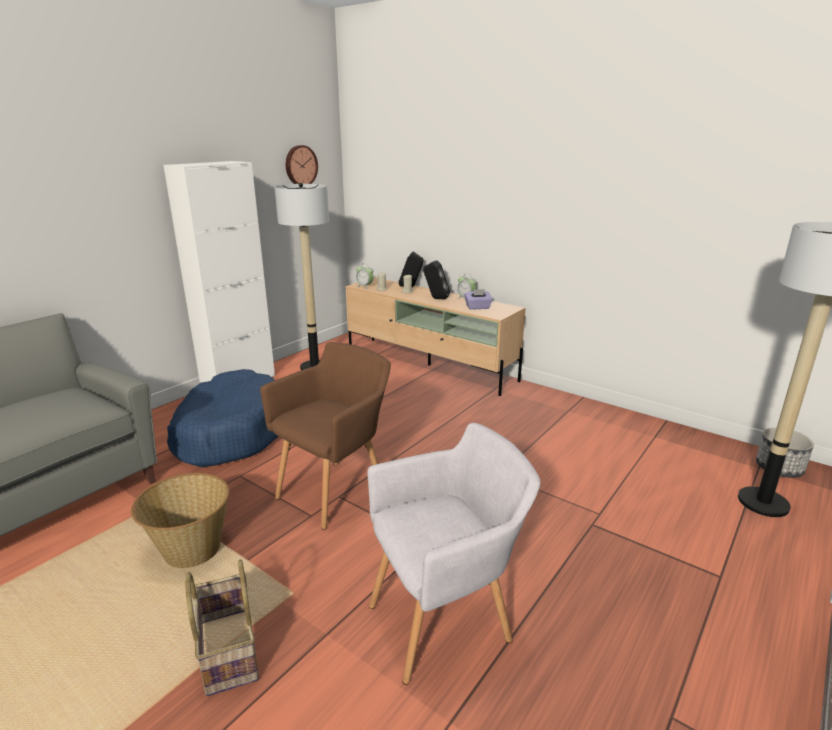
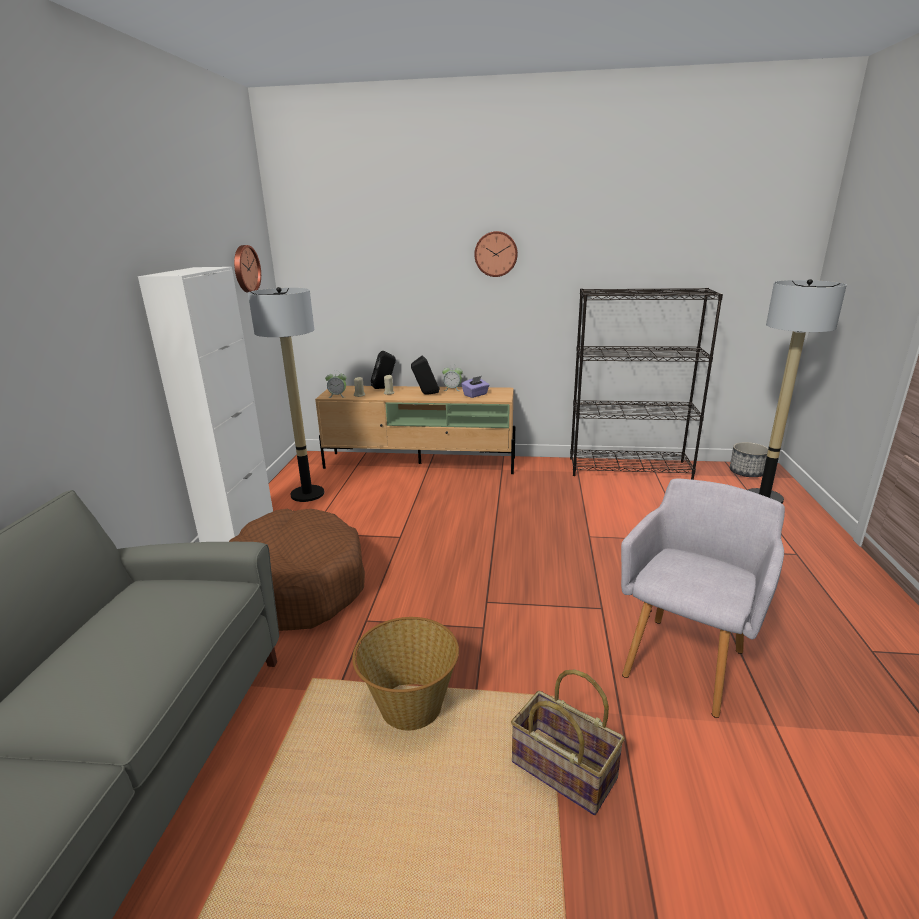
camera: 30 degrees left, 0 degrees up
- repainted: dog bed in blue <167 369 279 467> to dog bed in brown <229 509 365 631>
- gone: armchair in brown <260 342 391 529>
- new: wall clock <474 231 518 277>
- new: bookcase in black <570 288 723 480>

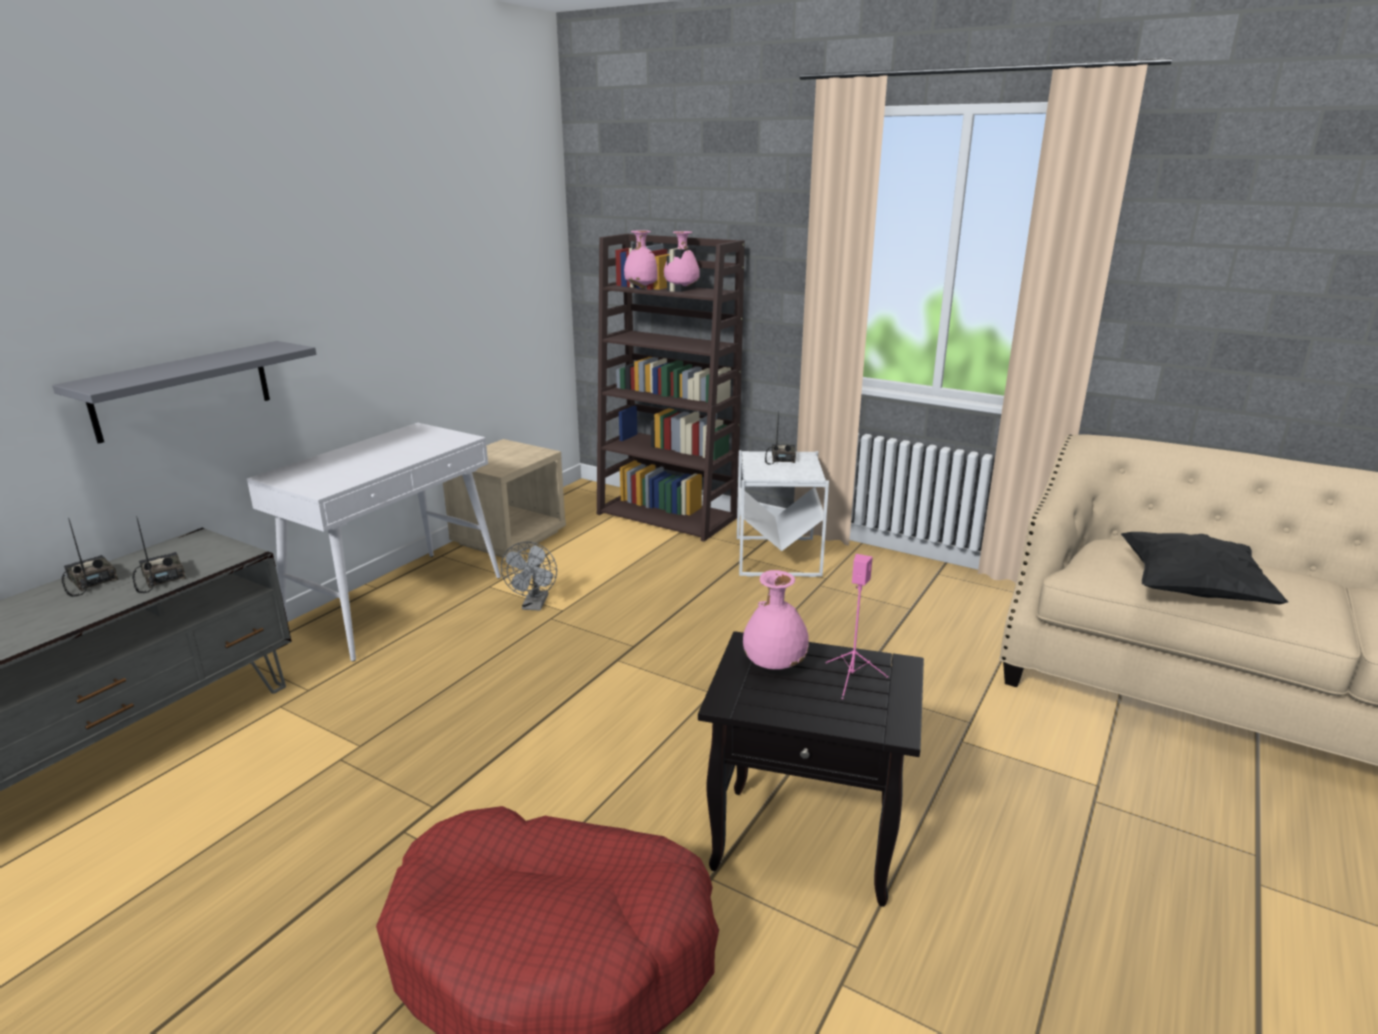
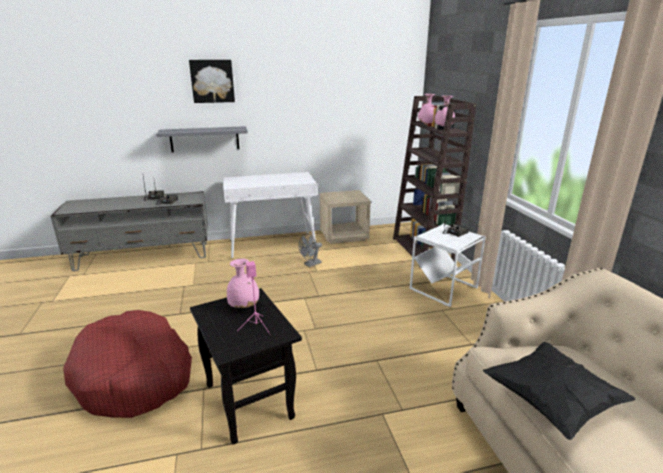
camera: 45 degrees right, 0 degrees up
- new: picture <189 60 235 103>

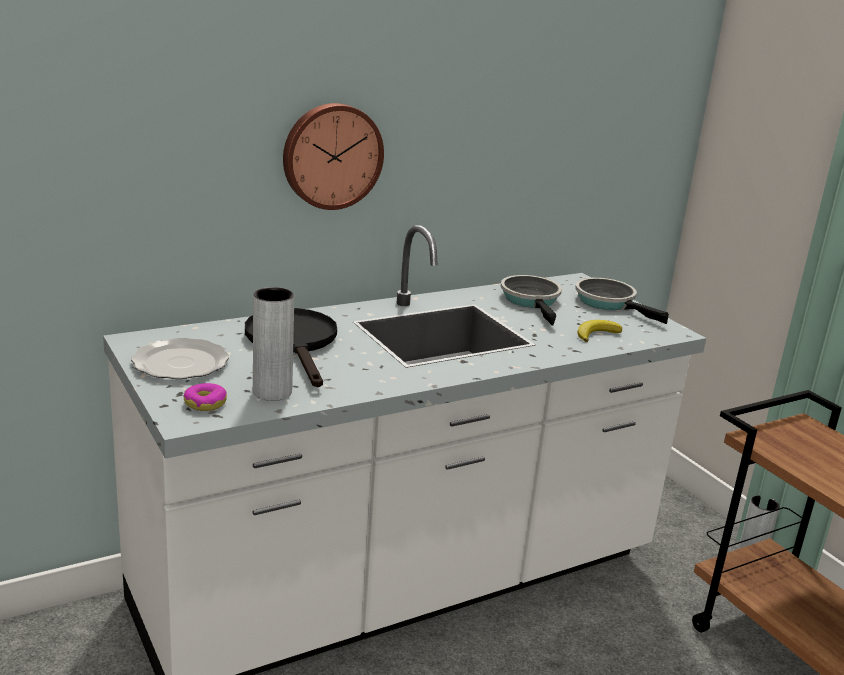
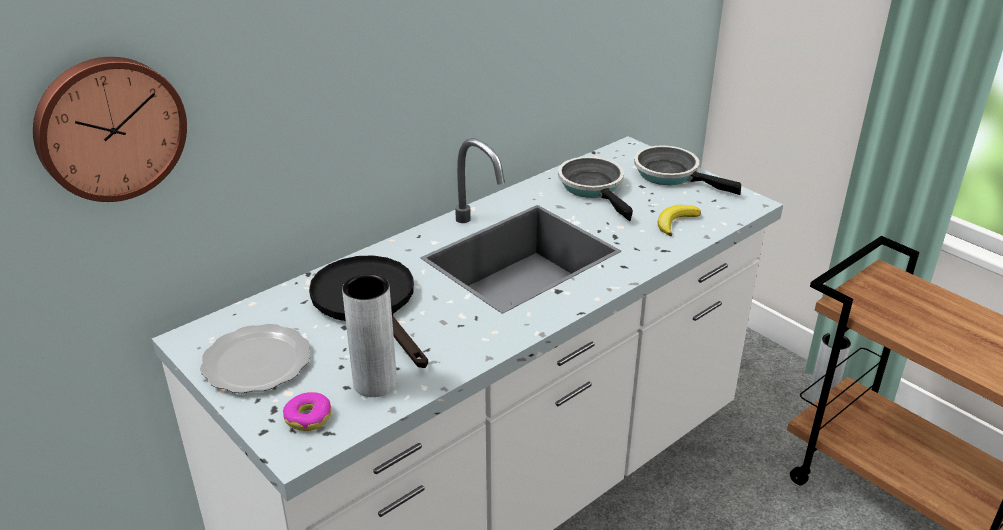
camera: 10 degrees left, 10 degrees up
- shifted: wall clock <283 103 384 210> to <33 57 187 202>

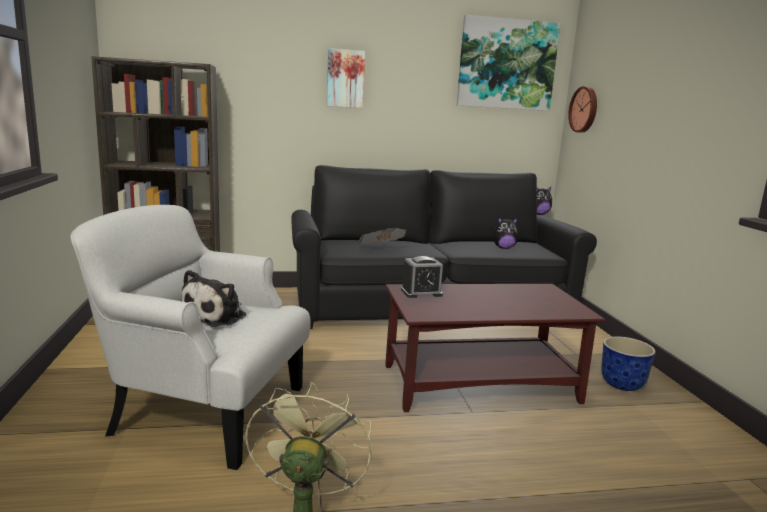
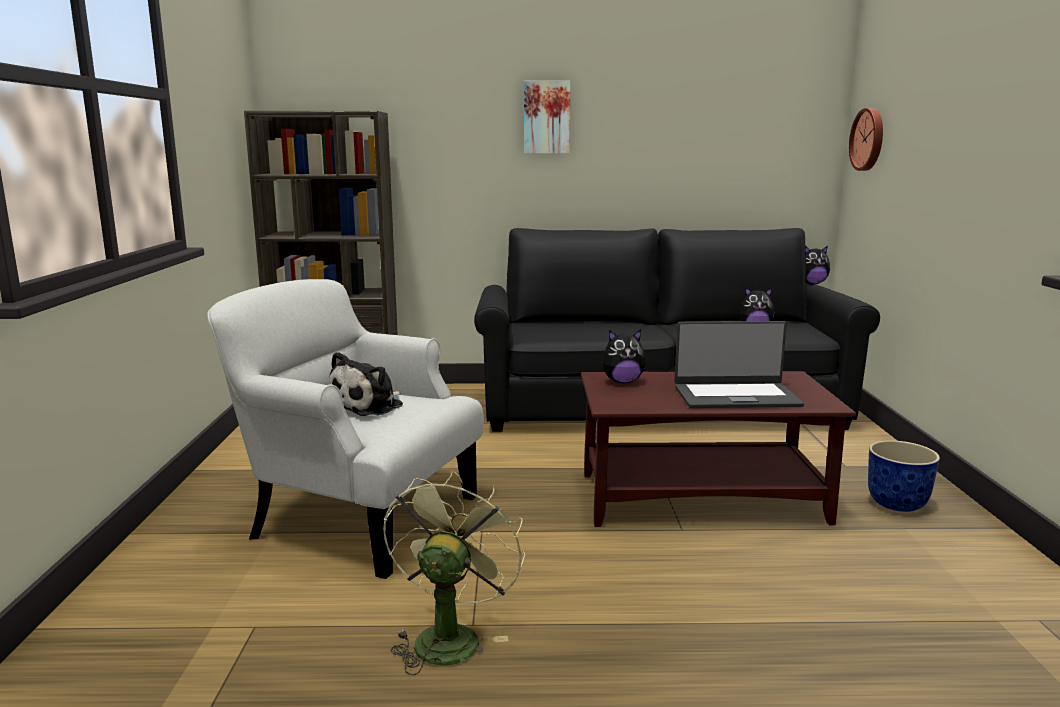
camera: 10 degrees right, 0 degrees up
- gone: newspaper <358 228 406 245>
- swapped: alarm clock <401 256 443 298> to plush toy <603 330 645 383>
- gone: picture <457 15 561 111>
- new: laptop <675 321 804 408>

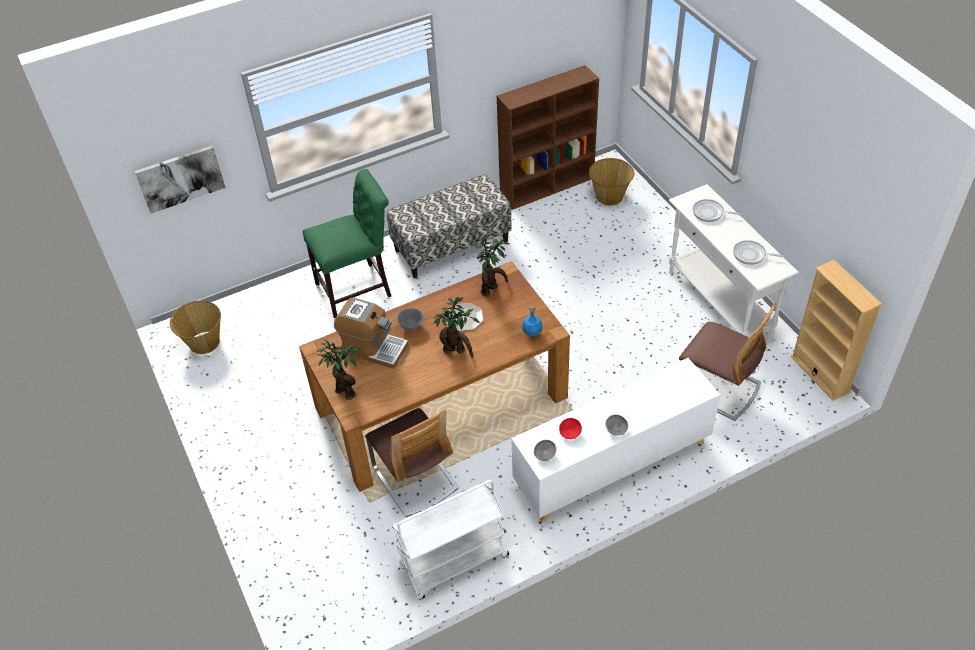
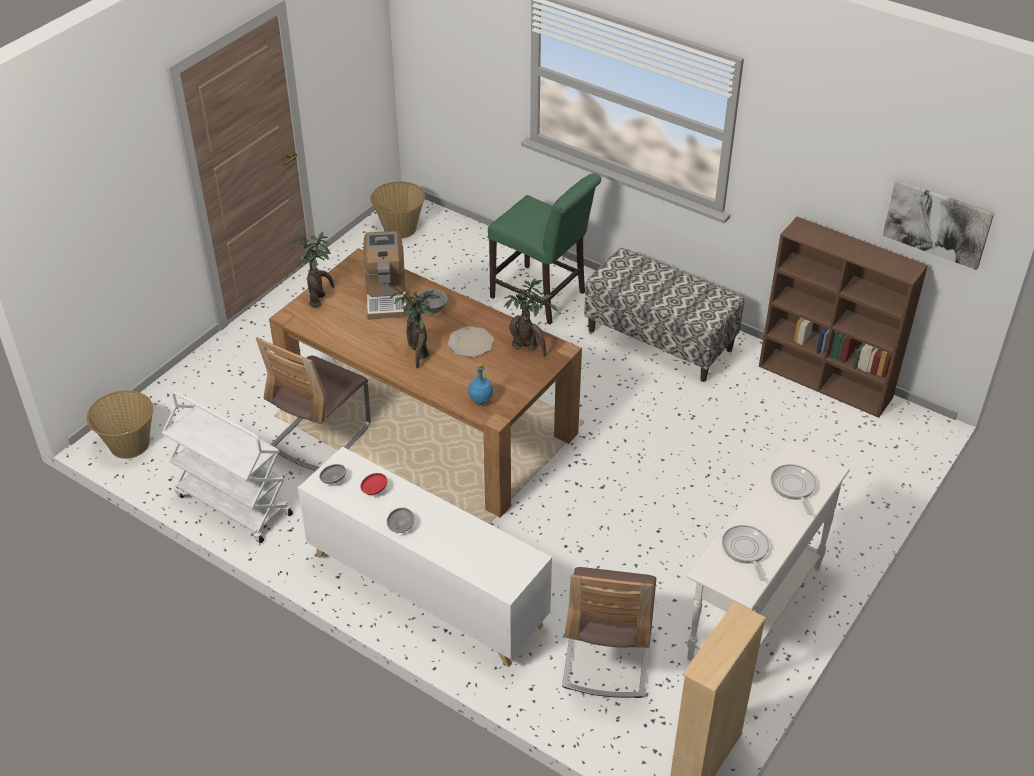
camera: 60 degrees right, 5 degrees down
- shifted: picture <135 145 225 213> to <883 179 994 270>
- shifted: basket <589 158 634 205> to <86 390 153 459>

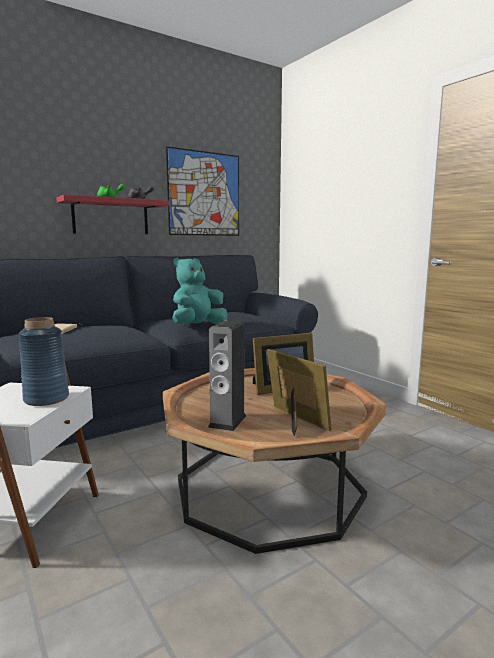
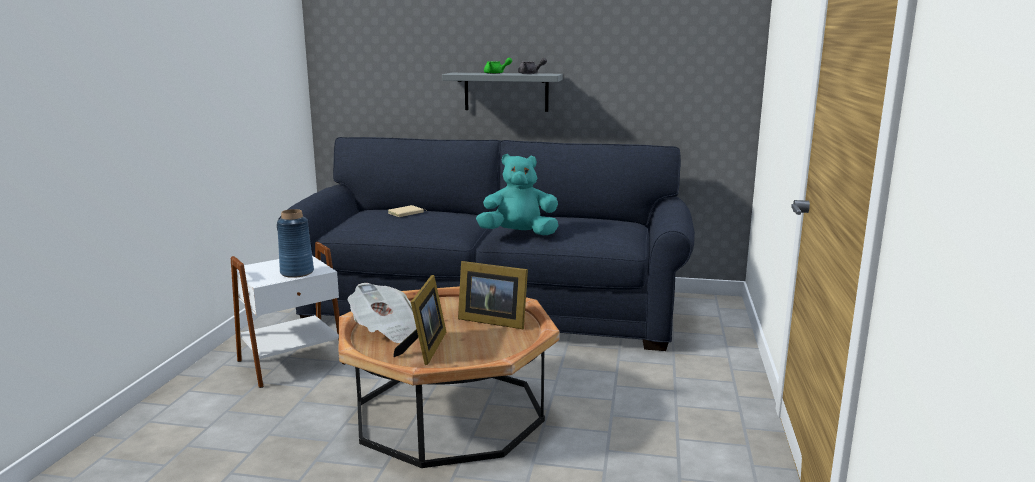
camera: 45 degrees right, 5 degrees up
- repainted: shelf in red <56 194 169 234> to shelf in grey <442 73 563 112>
- gone: picture <166 146 239 236>
- swapped: speaker <208 320 246 431> to newspaper <348 283 416 343>

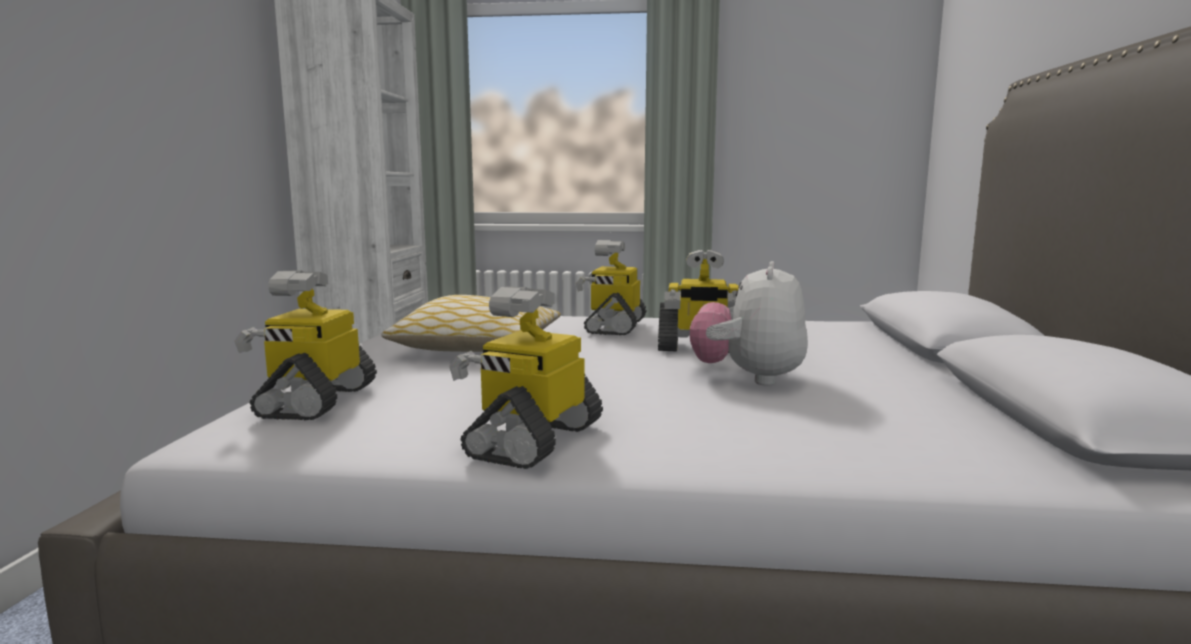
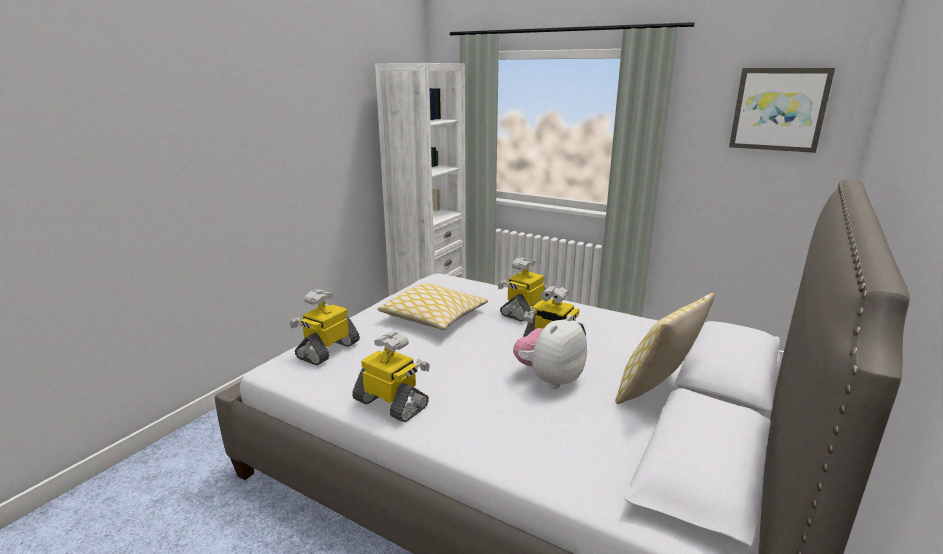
camera: 25 degrees right, 10 degrees up
- rotated: toy robot <449 286 603 469> = <352 331 430 422> 75 degrees clockwise
- new: pillow <615 293 715 404>
- new: picture <729 68 835 153>

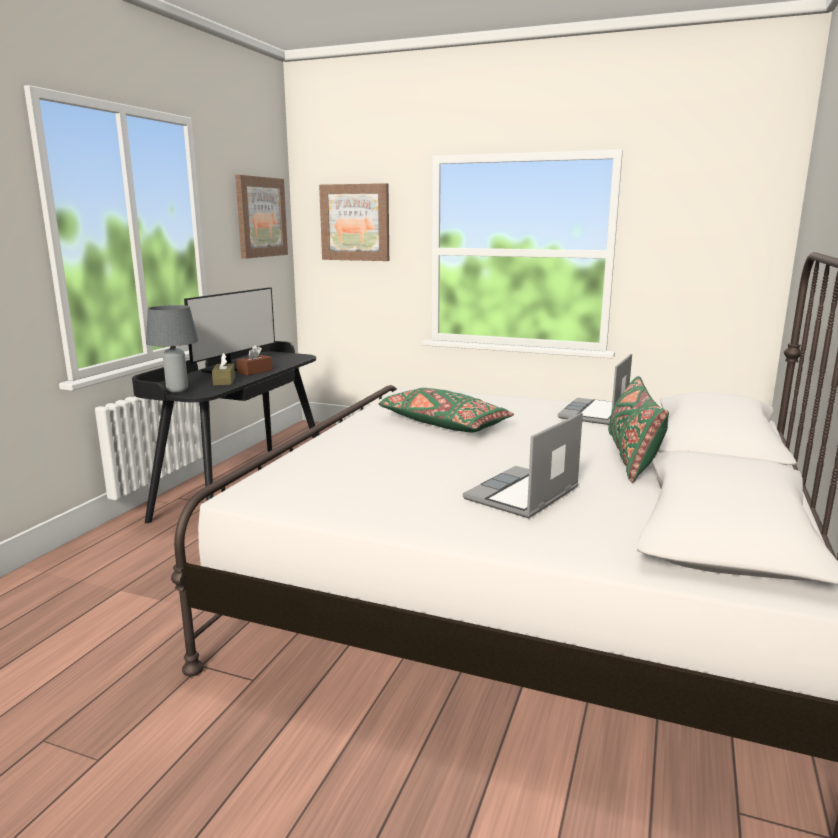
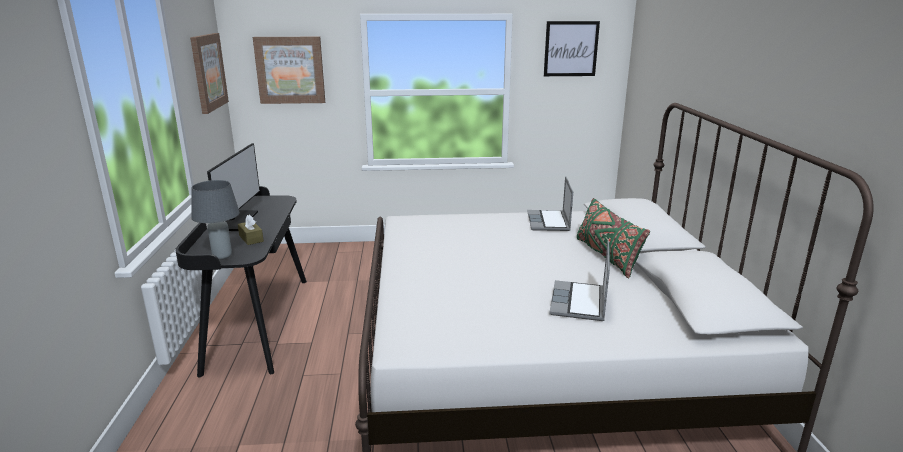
camera: 25 degrees left, 5 degrees up
- gone: tissue box in brown <236 345 273 375>
- gone: pillow in green <379 388 514 432>
- new: picture <544 21 600 76>

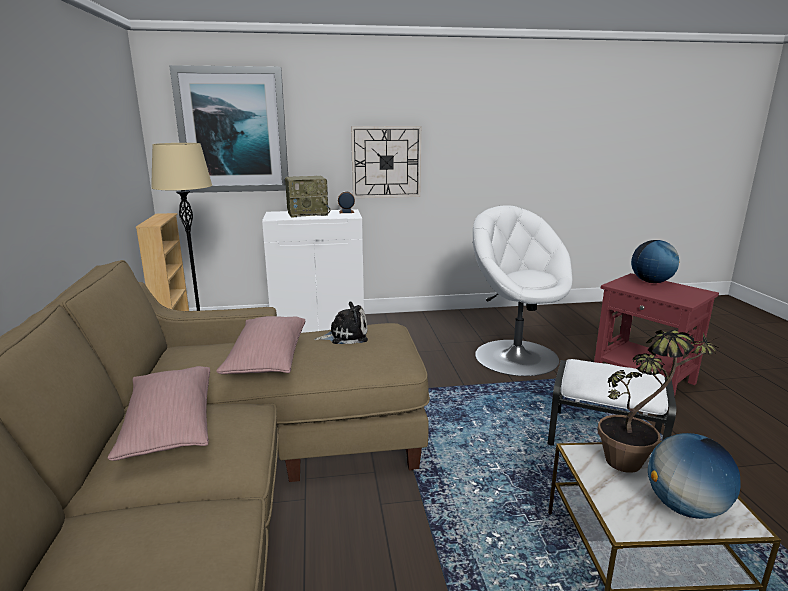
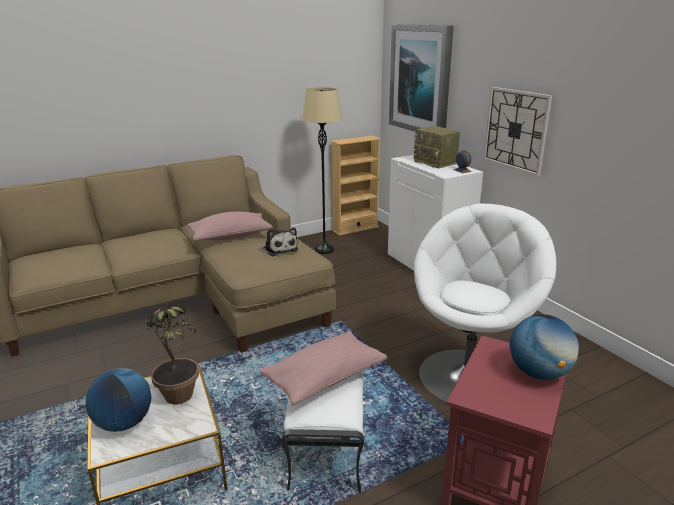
camera: 70 degrees right, 5 degrees up
- shifted: pillow in pink <108 366 210 461> to <259 331 387 406>

